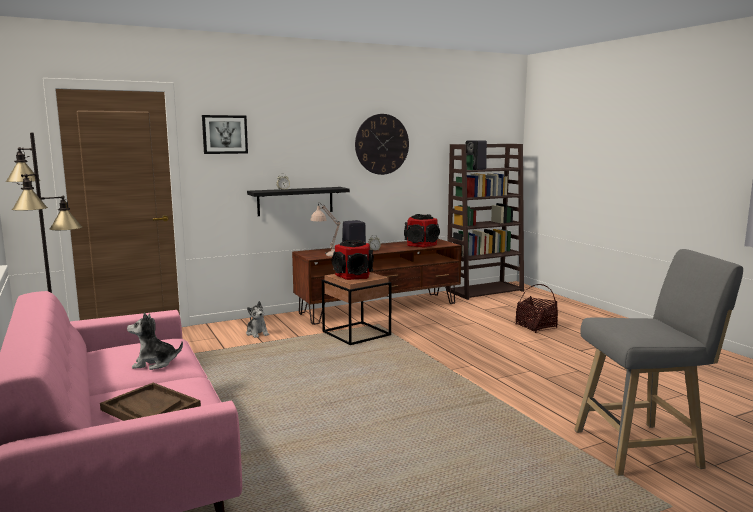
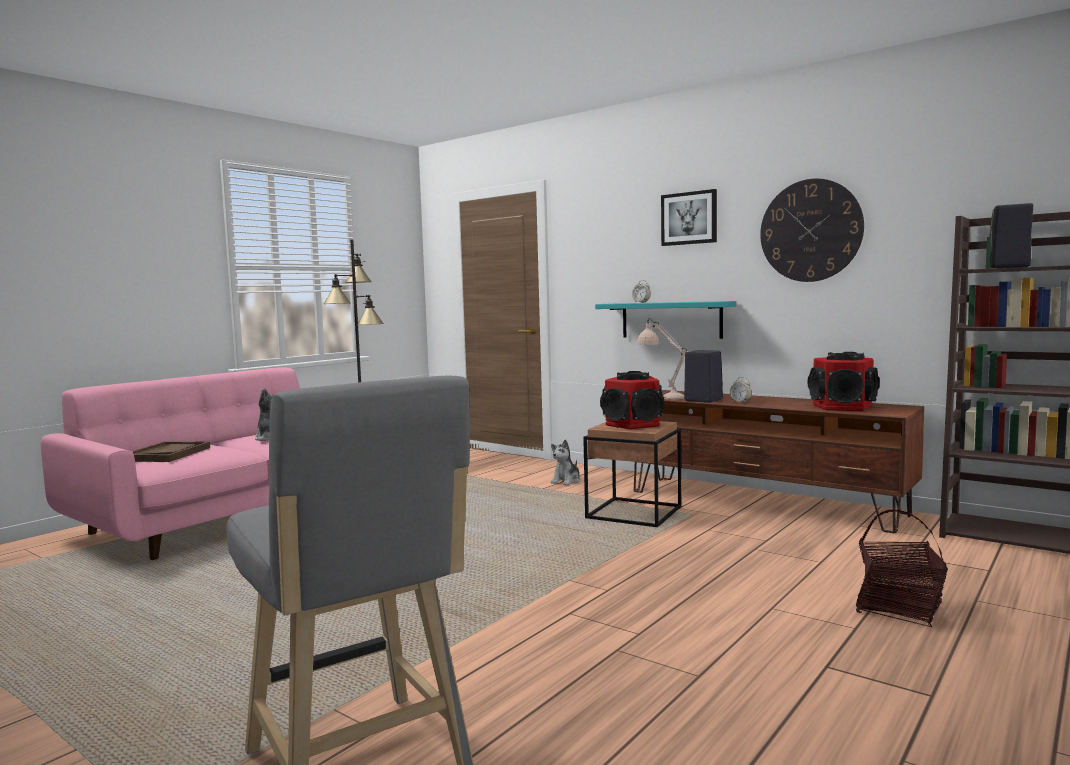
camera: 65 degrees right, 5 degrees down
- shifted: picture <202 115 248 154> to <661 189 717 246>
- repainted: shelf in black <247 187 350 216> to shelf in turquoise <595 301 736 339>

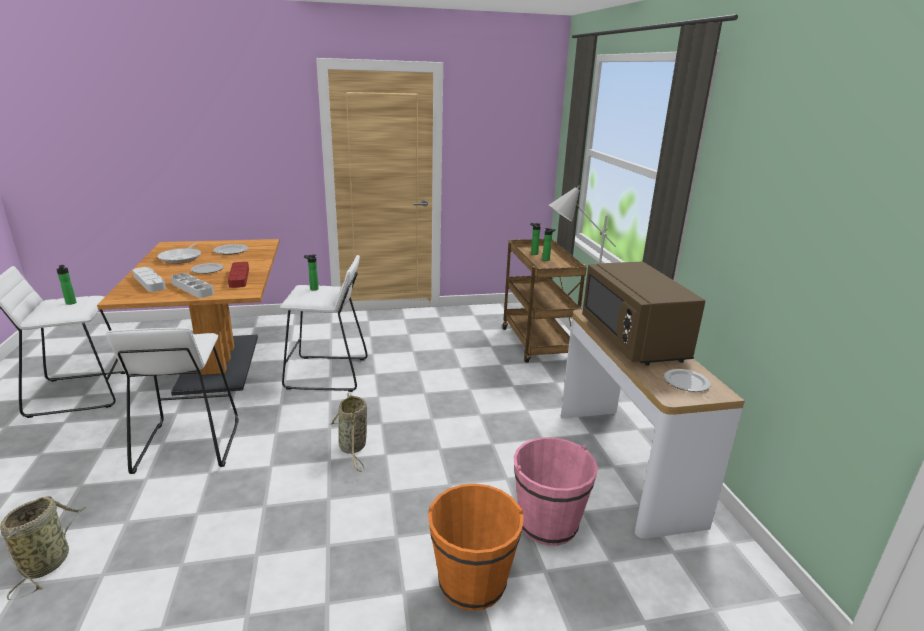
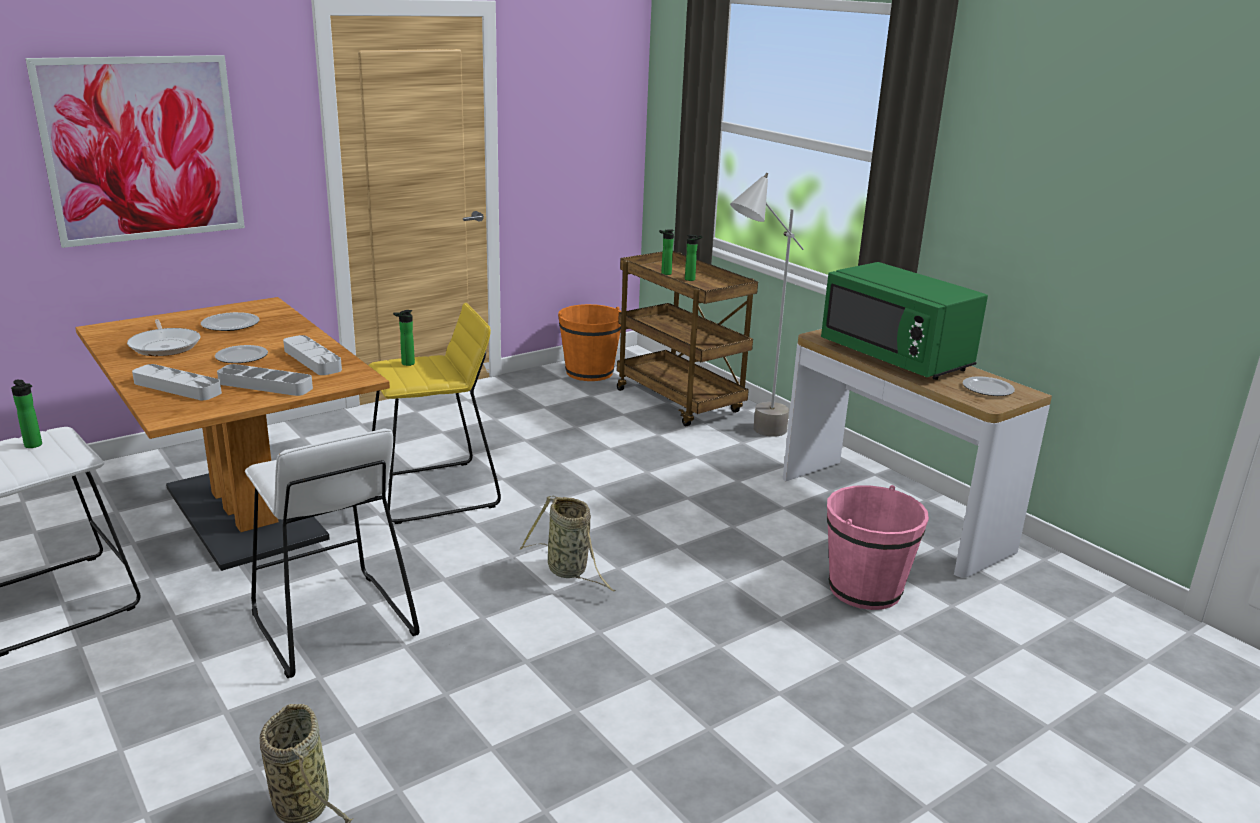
camera: 25 degrees left, 0 degrees up
- repainted: tray in red <228 262 249 288> to tray in grey <283 335 342 375>
- repainted: stool in white <280 255 368 392> to stool in yellow <368 303 501 524>
- shifted: bucket in orange <428 484 524 611> to <558 304 621 381>
- repainted: microwave in brown <582 261 705 366> to microwave in green <821 262 988 380>
- new: picture <25 55 245 248>

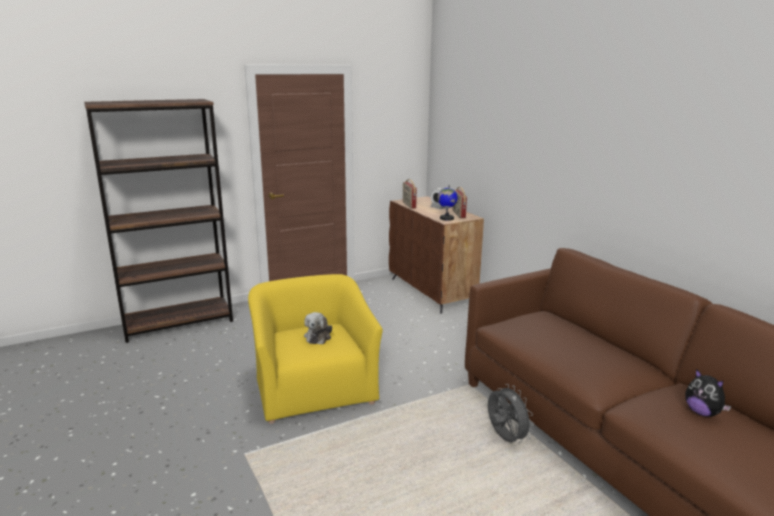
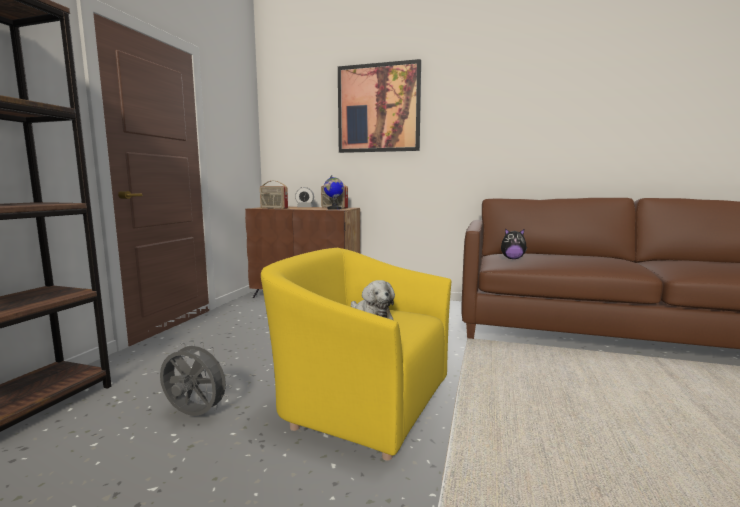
camera: 45 degrees left, 10 degrees down
- shifted: fan in grey <488 384 534 443> to <160 340 232 416>
- shifted: plush toy <685 369 731 416> to <501 228 527 259>
- new: picture <338 59 421 153>

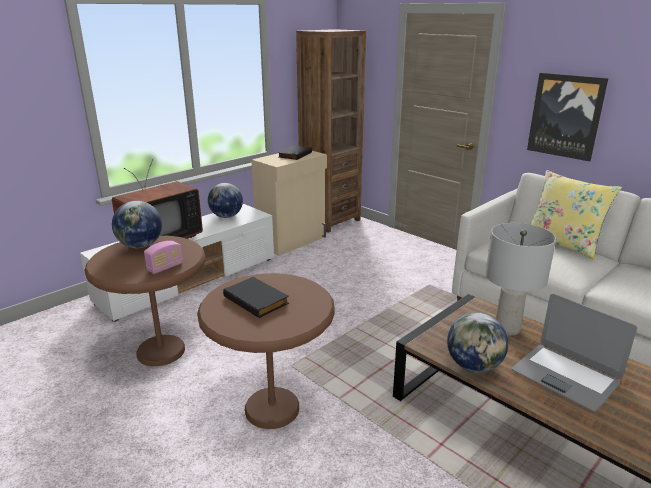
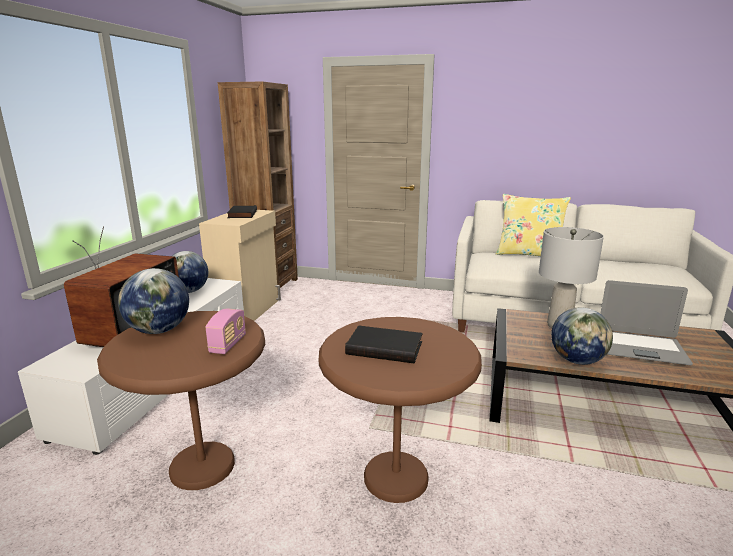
camera: 30 degrees left, 5 degrees down
- gone: picture <527 73 608 161>

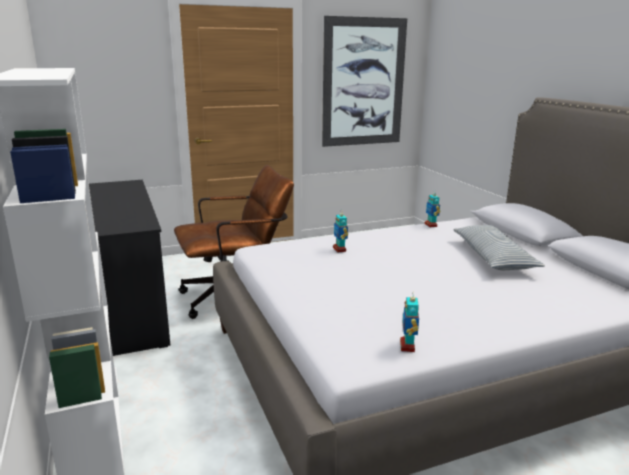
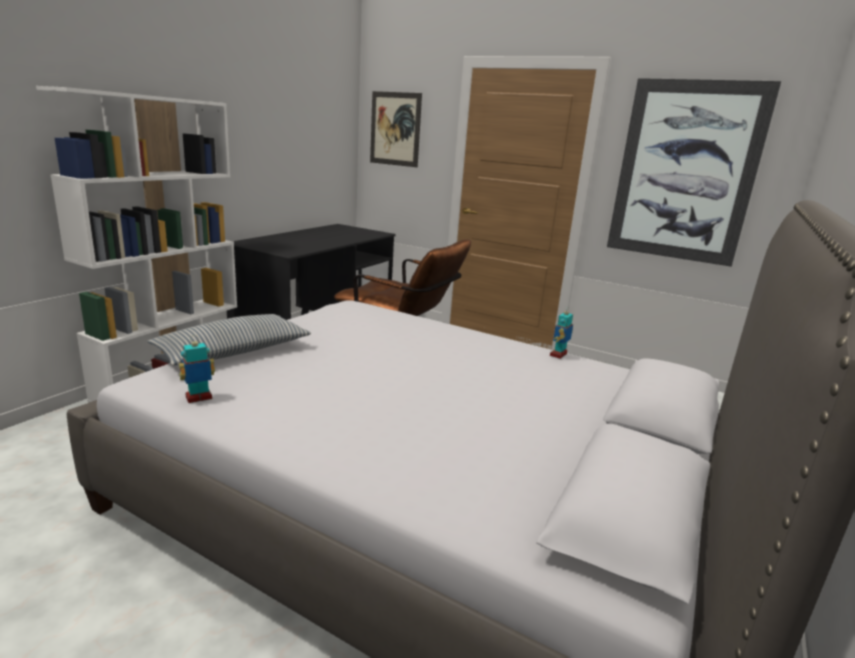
camera: 50 degrees right, 0 degrees up
- gone: toy robot <333 213 348 253>
- shifted: pillow <453 225 545 270> to <147 314 311 365>
- new: picture <370 91 422 167>

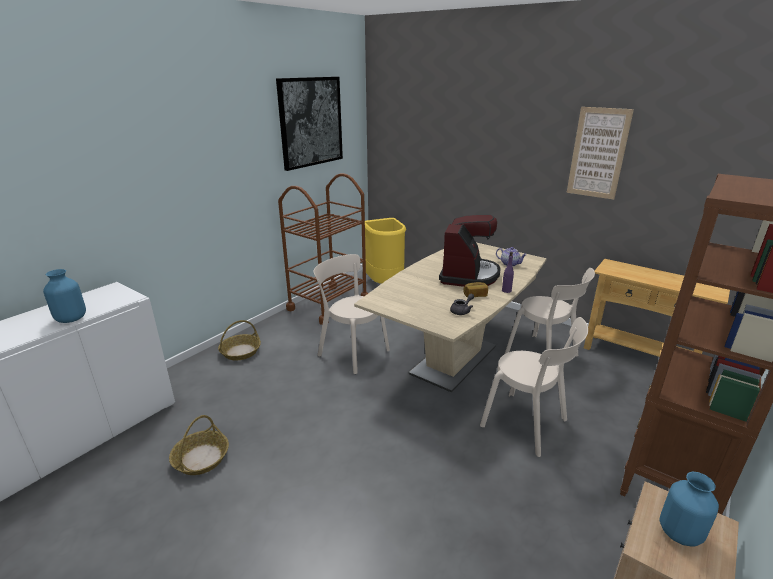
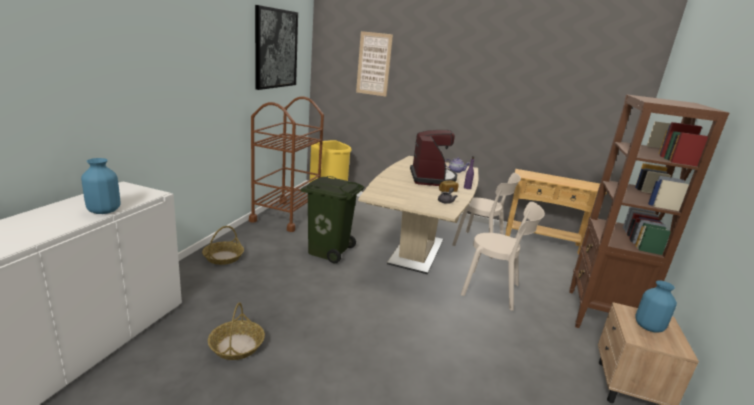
camera: 20 degrees left, 5 degrees down
- swapped: chair in beige <313 254 390 374> to trash can in green <300 176 365 263>
- shifted: picture <567 107 634 200> to <356 31 393 97>

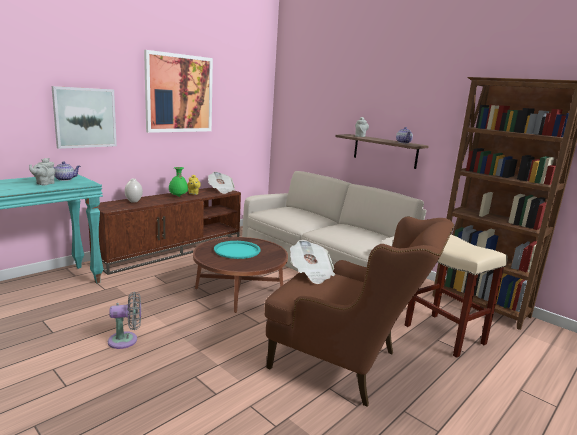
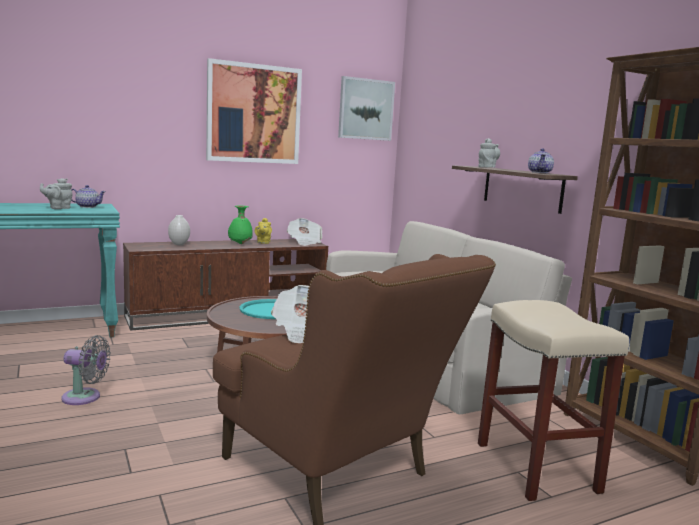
camera: 20 degrees right, 5 degrees down
- shifted: picture <52 86 117 149> to <338 76 395 141>

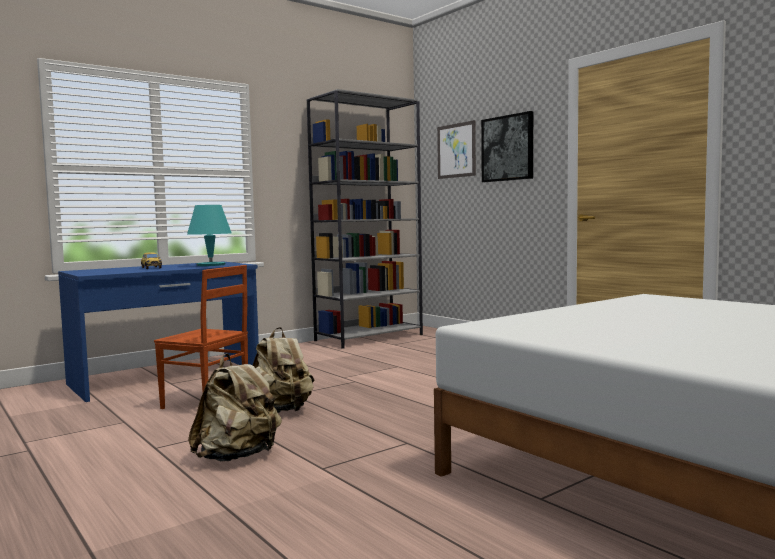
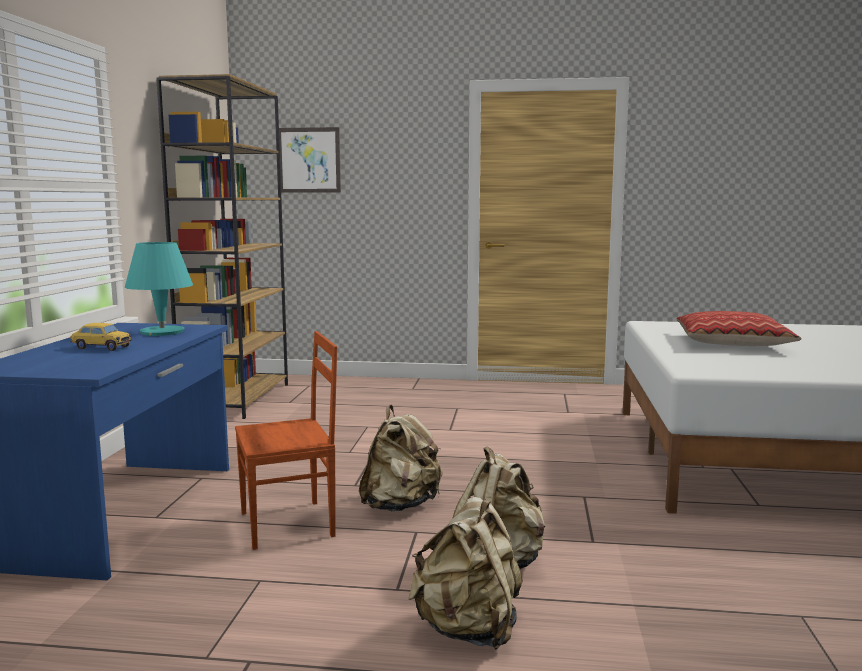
camera: 45 degrees left, 5 degrees up
- repainted: bookcase in grey <307 89 423 349> to bookcase in brown <156 74 288 419>
- gone: picture <481 111 533 182>
- new: backpack in beige <408 497 523 650>
- new: pillow <677 311 802 346>

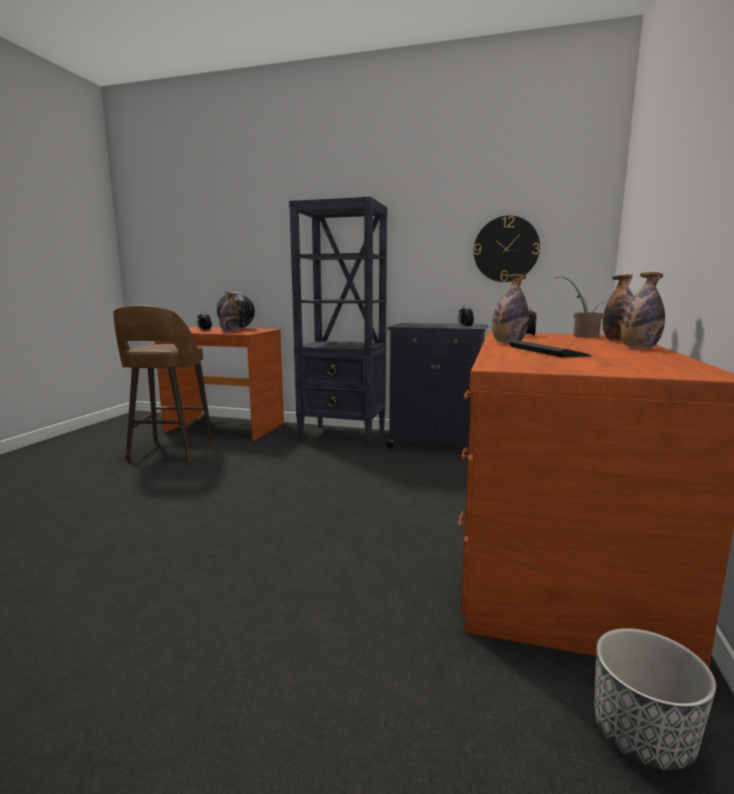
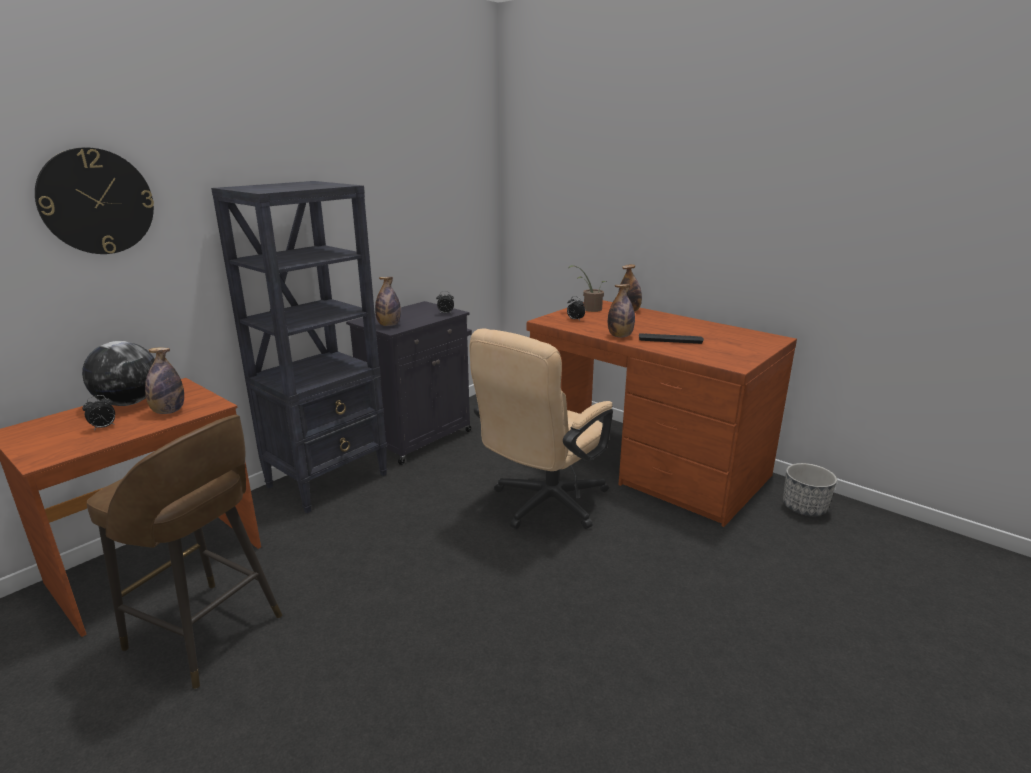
camera: 65 degrees left, 10 degrees up
- shifted: wall clock <474 216 540 282> to <35 147 154 254>
- shifted: bottle <620 272 665 348> to <375 277 401 326>
- new: office chair in beige <469 328 613 529>

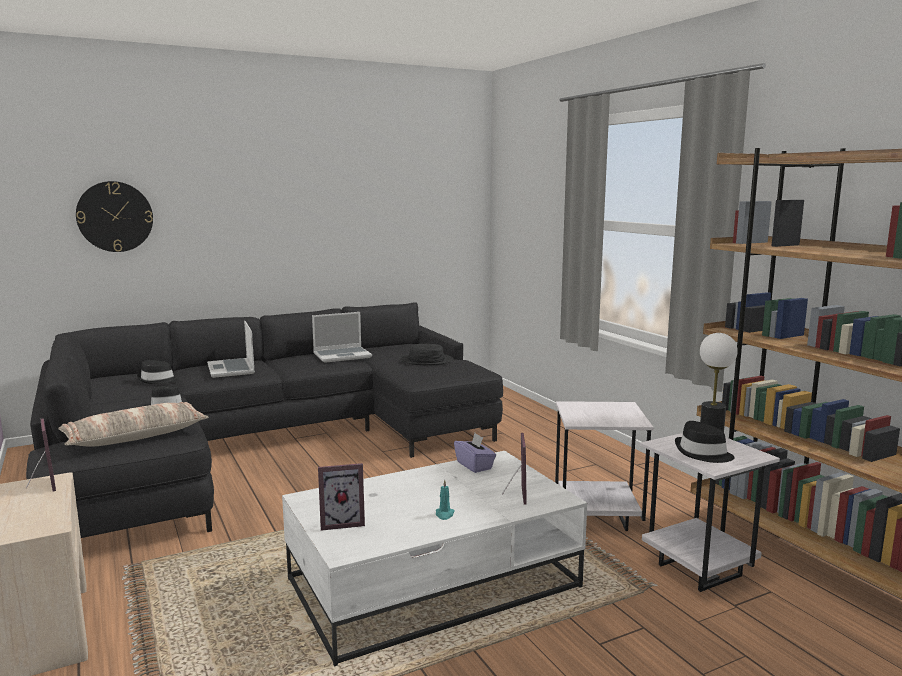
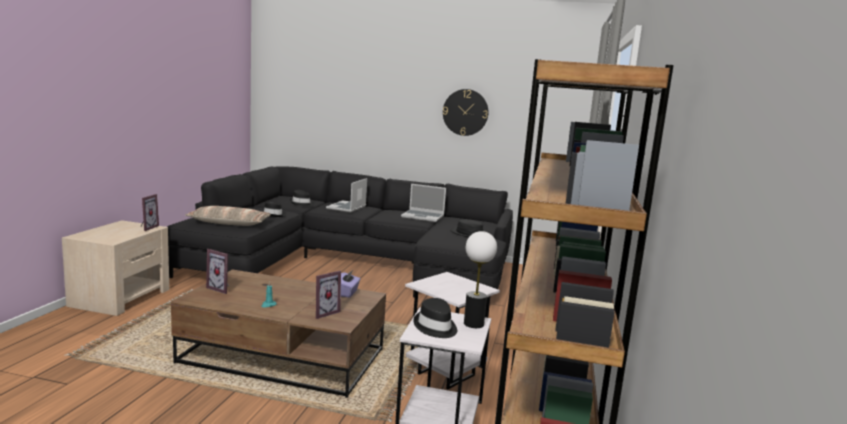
camera: 40 degrees right, 0 degrees up
- shifted: wall clock <76 181 153 252> to <443 89 489 136>
- repainted: coffee table in white <282 451 587 666> to coffee table in brown <171 269 386 398>

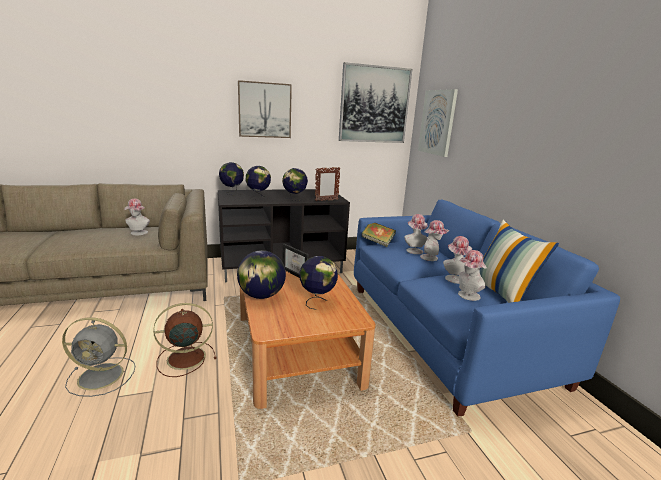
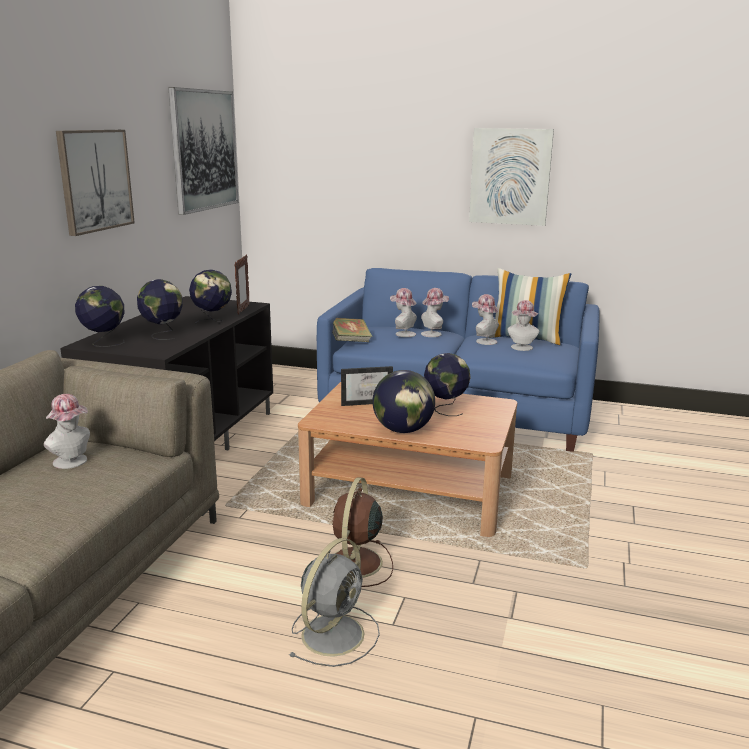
camera: 55 degrees left, 0 degrees up
- shifted: picture <418 89 458 157> to <469 128 554 226>

